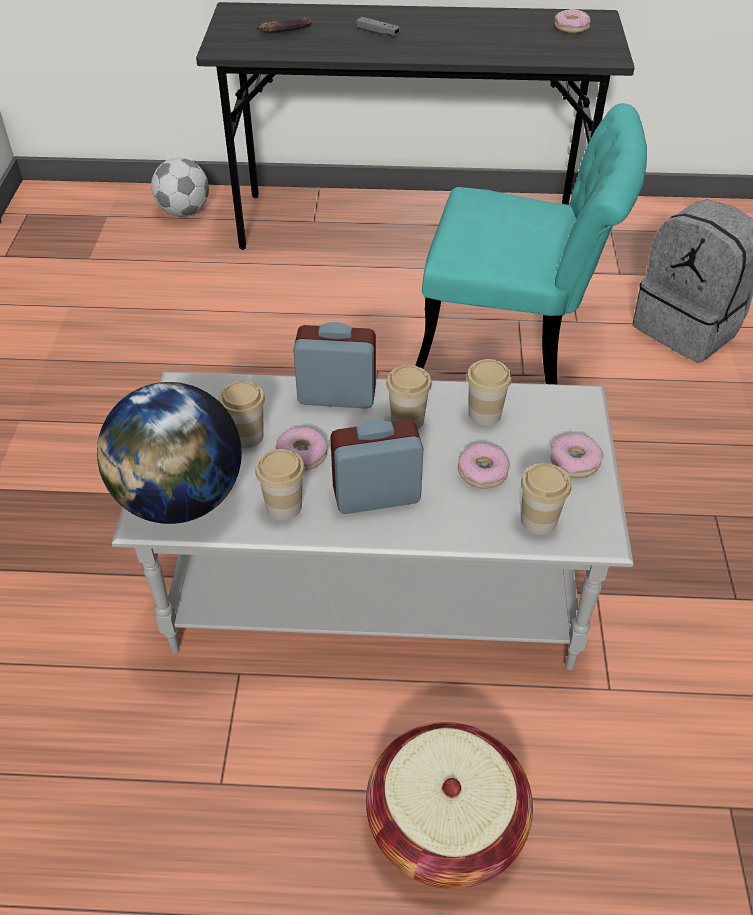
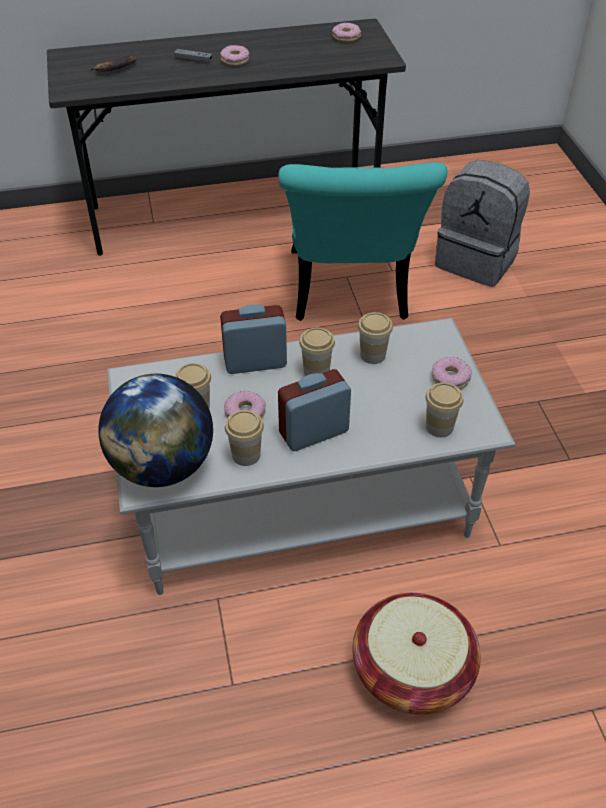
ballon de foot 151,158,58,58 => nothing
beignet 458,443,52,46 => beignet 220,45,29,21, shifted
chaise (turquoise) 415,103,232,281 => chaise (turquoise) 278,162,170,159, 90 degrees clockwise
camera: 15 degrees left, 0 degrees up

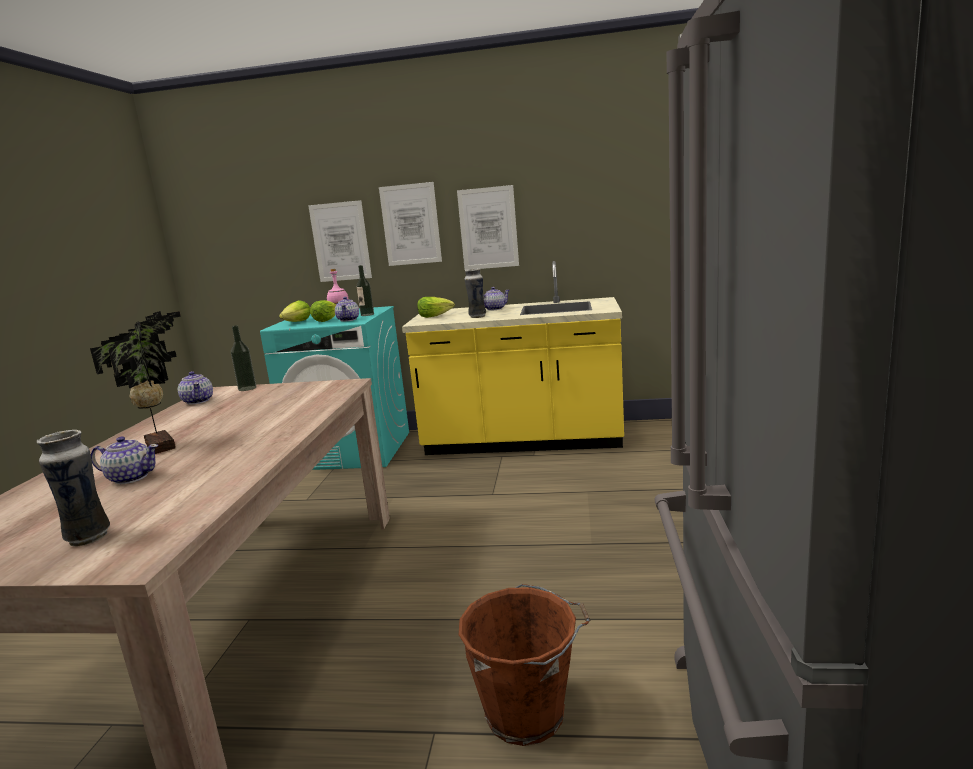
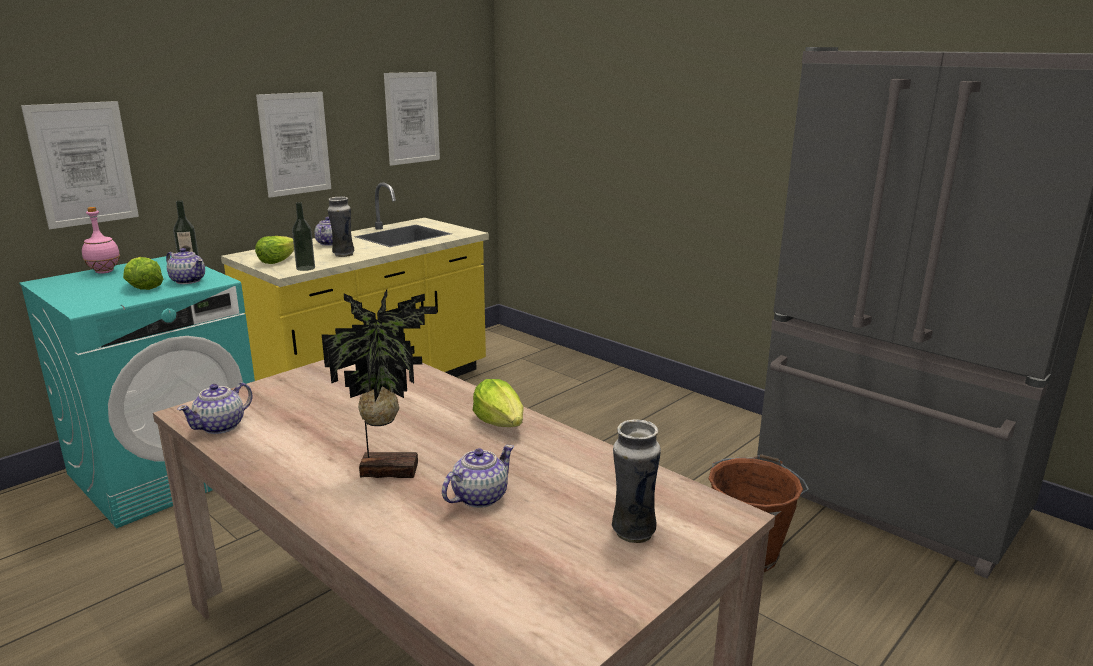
bouteille 231,325,25,66 => bouteille 292,202,23,69, shifted
laitue 279,300,31,22 => laitue 473,379,51,48, shifted
tableau 379,182,63,84 => tableau 384,72,56,94, shifted
théière 178,371,35,34 => théière 177,382,76,52, 120 degrees clockwise
camera: 55 degrees left, 5 degrees up

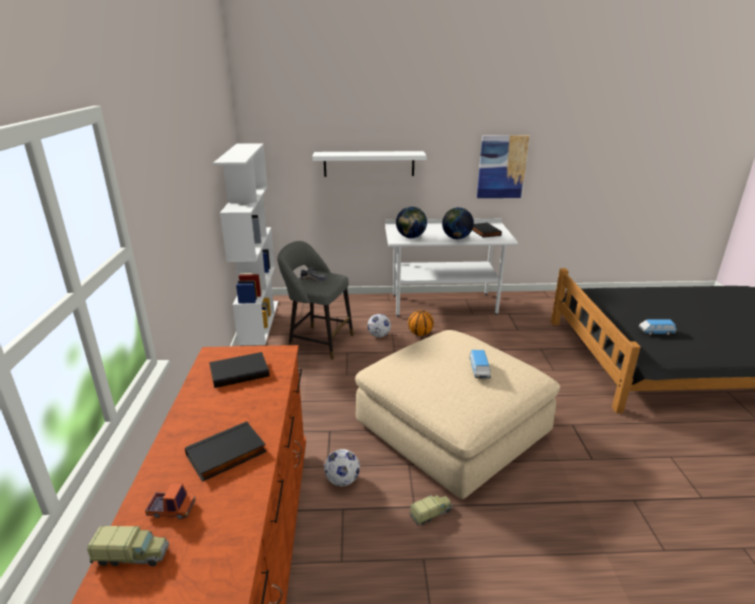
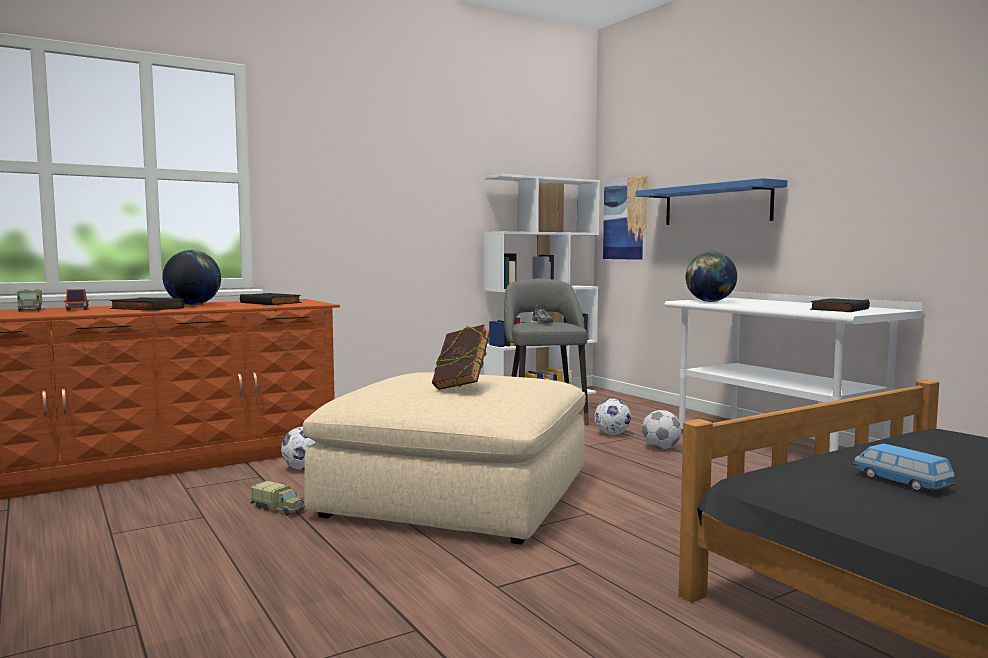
globe 442,207,32,32 => globe 162,250,59,55, shifted
tableau 477,135,52,63 => tableau 603,176,45,84, shifted
ballon de basket 408,310,26,26 => ballon de foot 642,410,39,39
petite voiture 469,350,22,28 => livre 432,324,58,66
étagère (blanc) 312,151,115,26 => étagère (bleu) 636,178,151,47
camera: 60 degrees right, 20 degrees down

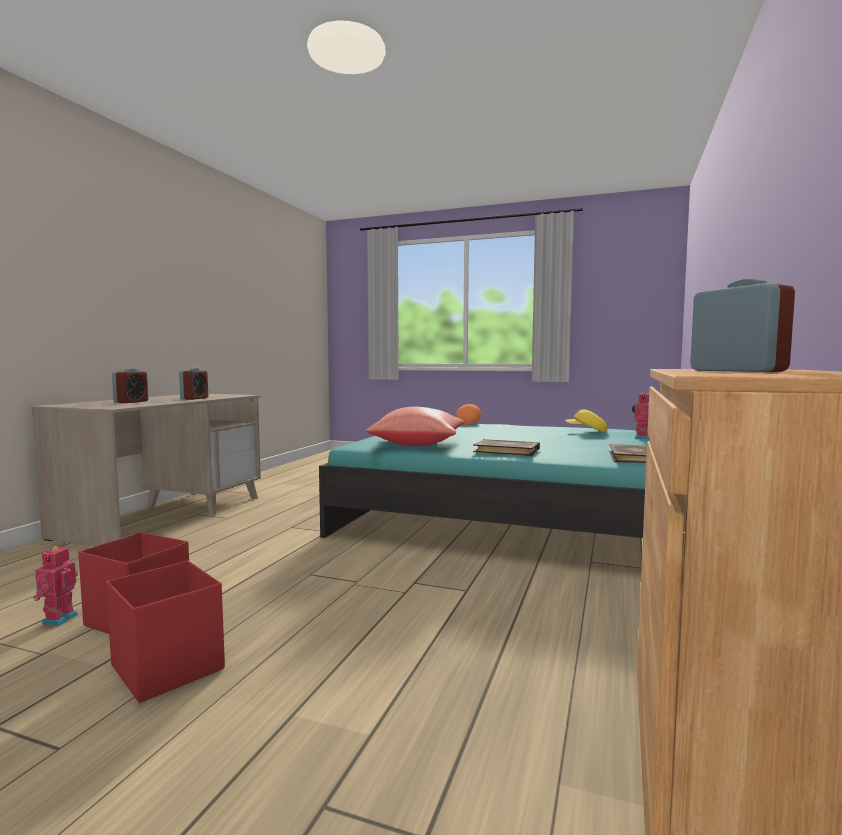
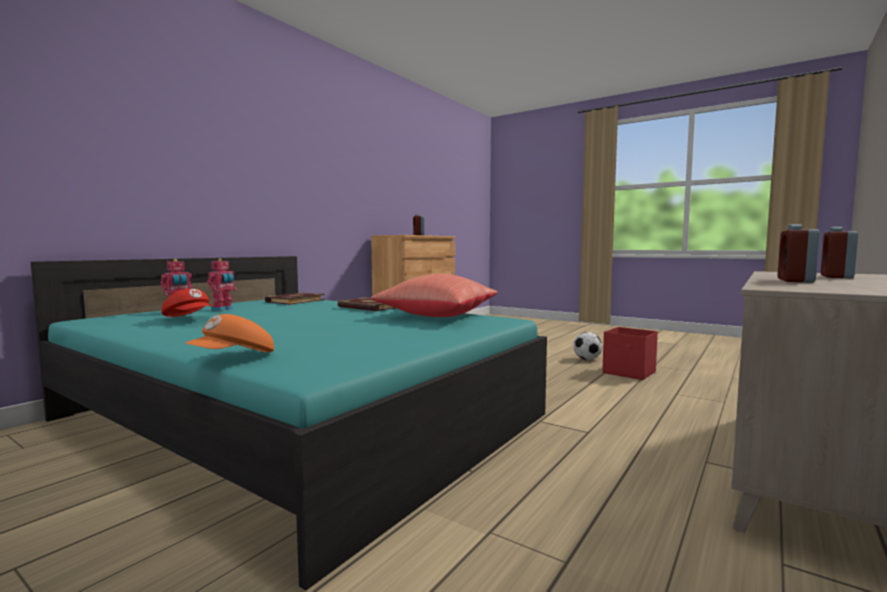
robot jouet 33,544,45,82 => robot jouet 207,258,30,53, shifted
boîte de rangement (rouge) 106,561,119,142 => ballon de foot 573,332,29,28
casquette (jaune) 565,409,42,23 => casquette (rouge) 162,289,51,28
camera: 165 degrees left, 0 degrees up

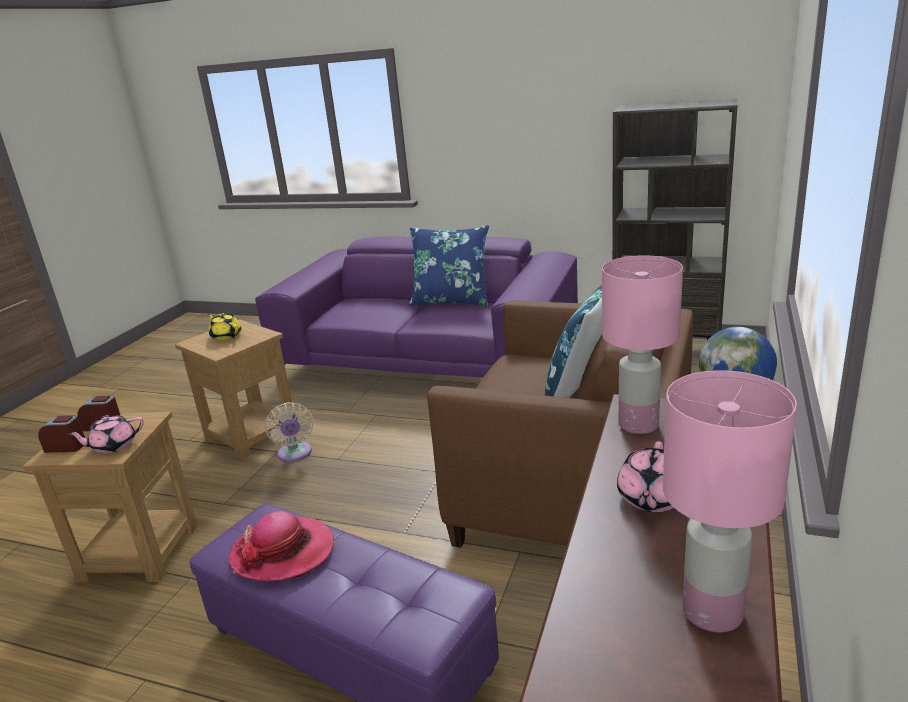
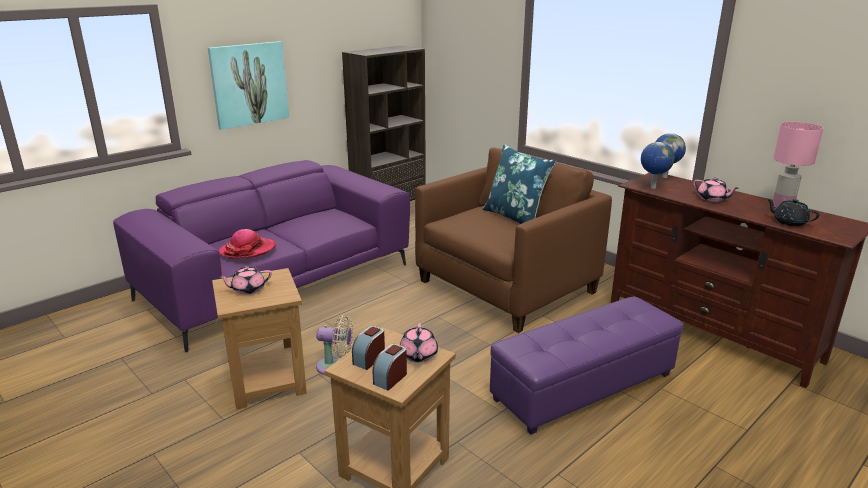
coussin (bleu) 409,225,80,81 => nothing
nothing => tableau 208,41,81,89
nothing => théière (noir) 766,198,54,28
chapeau 228,511,106,70 => chapeau 218,229,58,30, shifted
lampe de table (rose) 602,255,81,179 => globe 641,142,34,47
théière (jaune) 207,313,34,28 => théière (rose) 218,266,54,29
camera: 65 degrees left, 0 degrees up

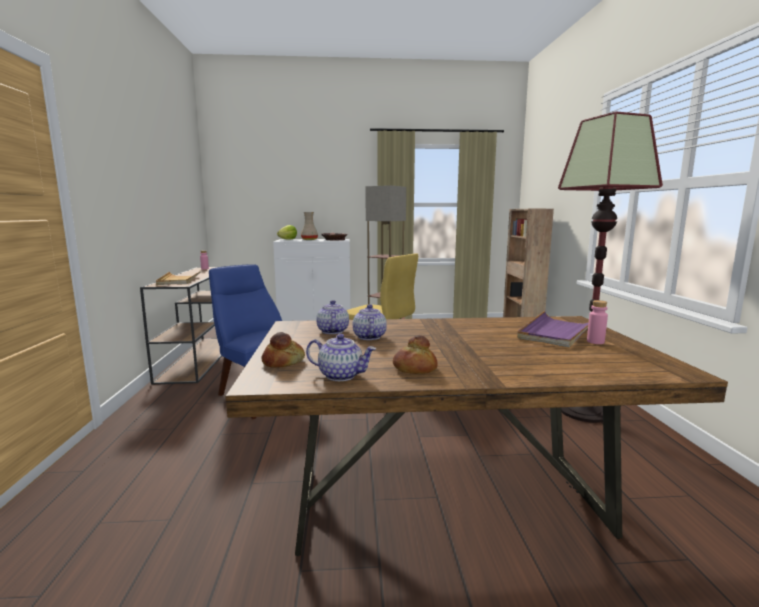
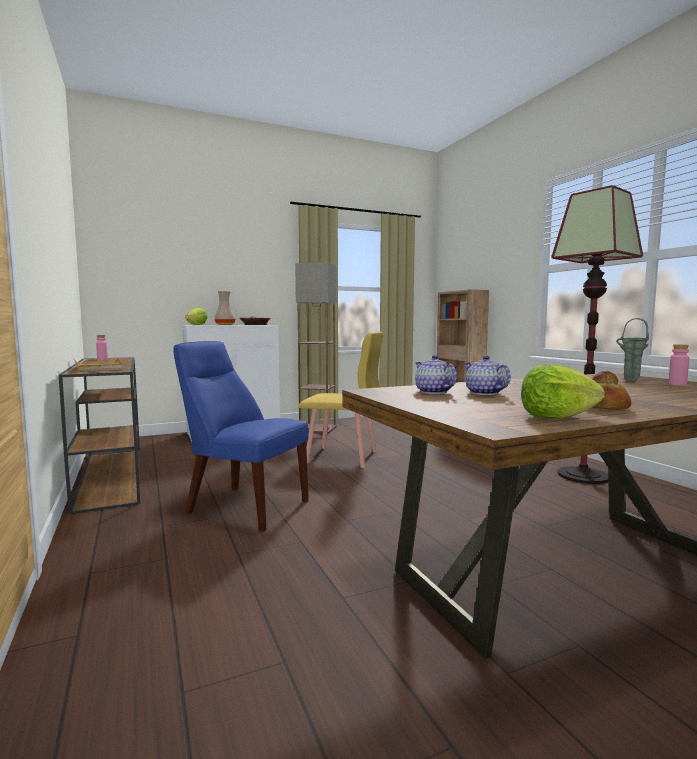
pain 262,332,43,35 => nothing
théière 306,334,70,47 => laitue 521,364,84,55
plateau (violet) 517,311,71,37 => vase (vert) 616,318,33,64
camera: 20 degrees left, 5 degrees down

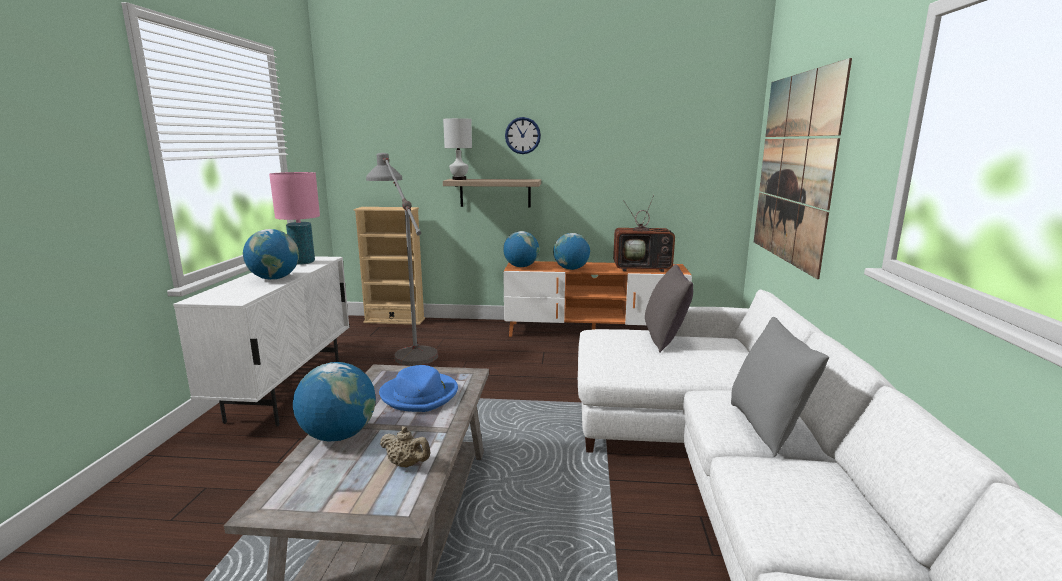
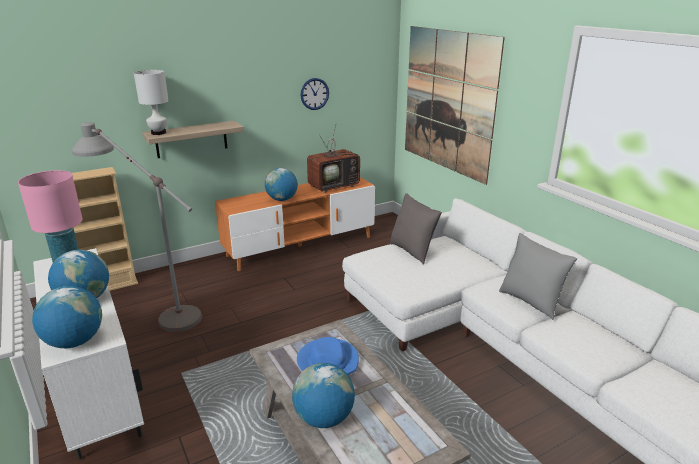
théière (beige) 380,426,50,41 => nothing
globe 503,231,36,36 => globe 32,286,70,62, shifted
horloge murale 505,117,36,37 => horloge murale 301,78,28,32, shifted
camera: 35 degrees left, 10 degrees up

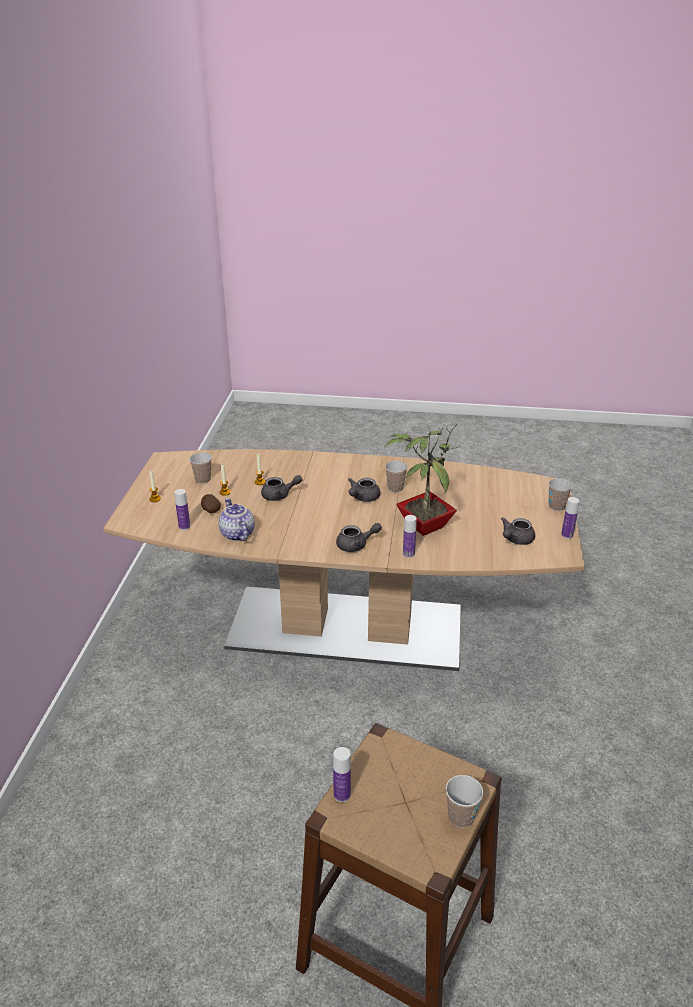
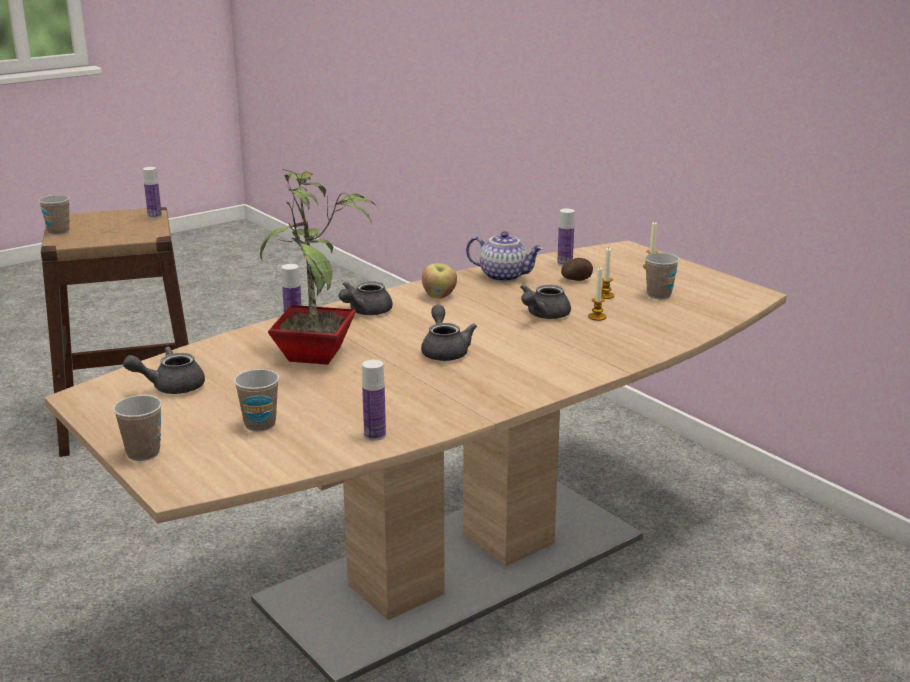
nothing => pomme 422,263,35,35
tasse 385,461,23,31 => tasse 234,369,45,63, shifted
bouteille 561,497,18,42 => bouteille 362,360,24,81, shifted
théière (gris) 501,517,34,28 => théière (gris) 123,347,82,47, 105 degrees counterclockwise
camera: 135 degrees right, 10 degrees down

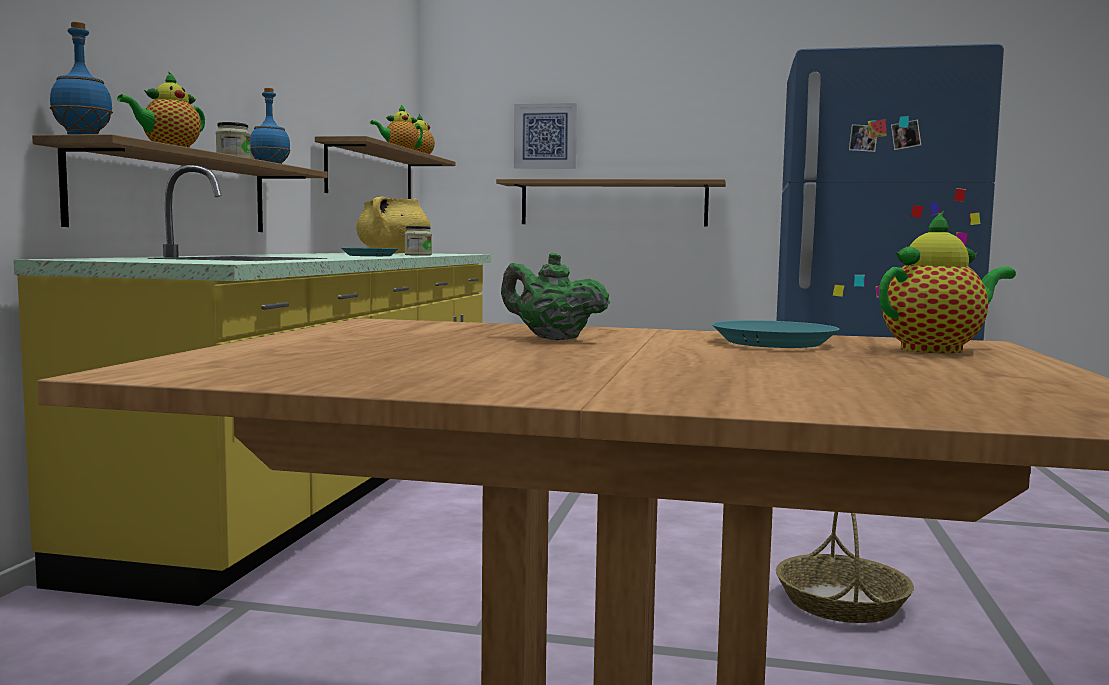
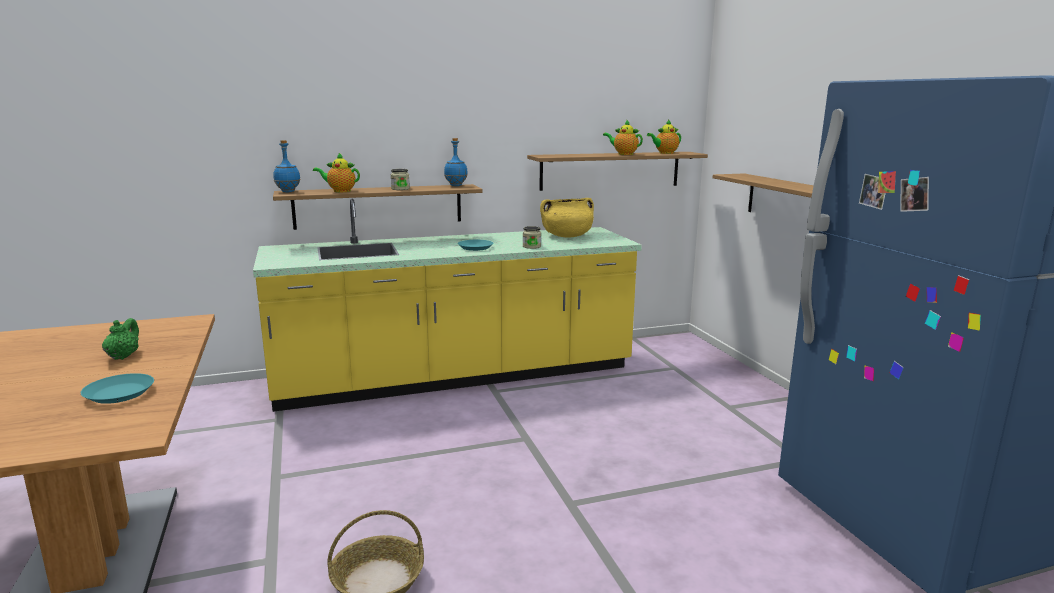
tableau 514,103,63,65 => nothing
théière 879,211,137,142 => nothing
camera: 60 degrees right, 10 degrees up

